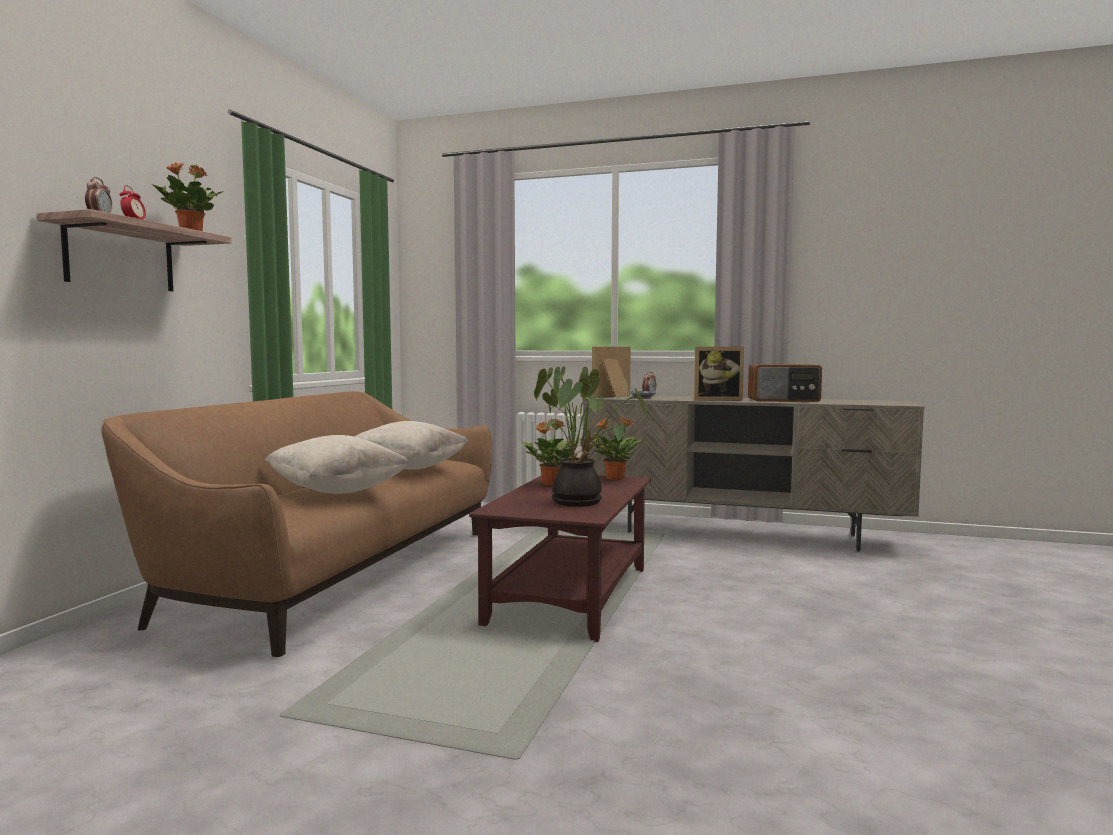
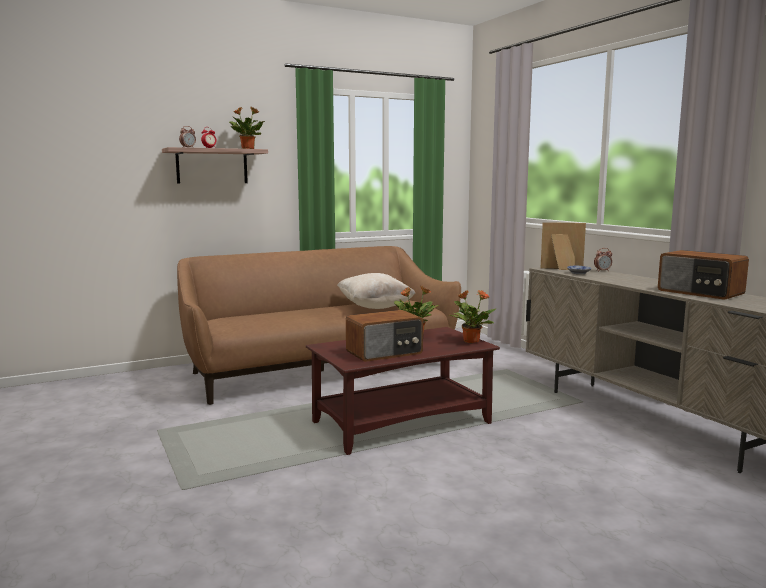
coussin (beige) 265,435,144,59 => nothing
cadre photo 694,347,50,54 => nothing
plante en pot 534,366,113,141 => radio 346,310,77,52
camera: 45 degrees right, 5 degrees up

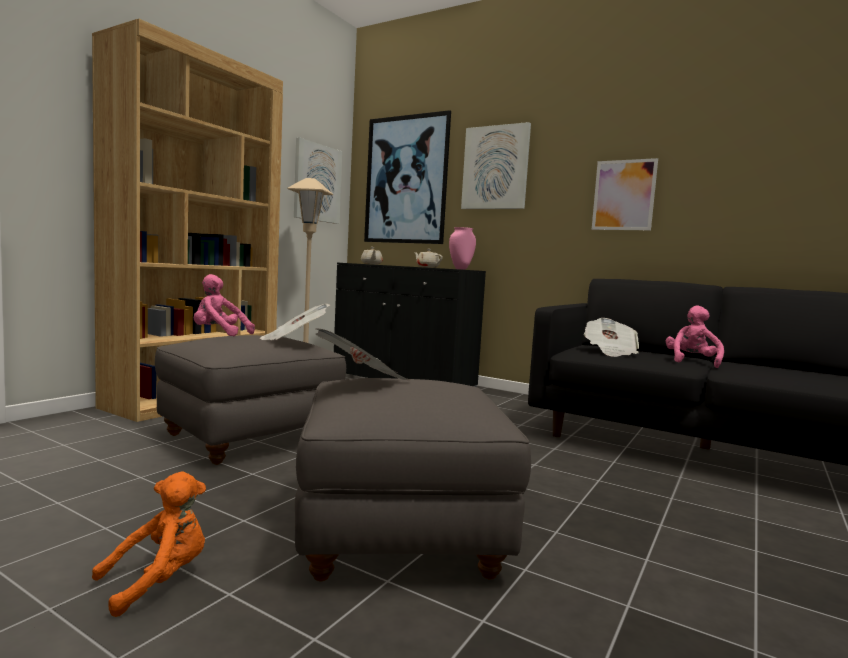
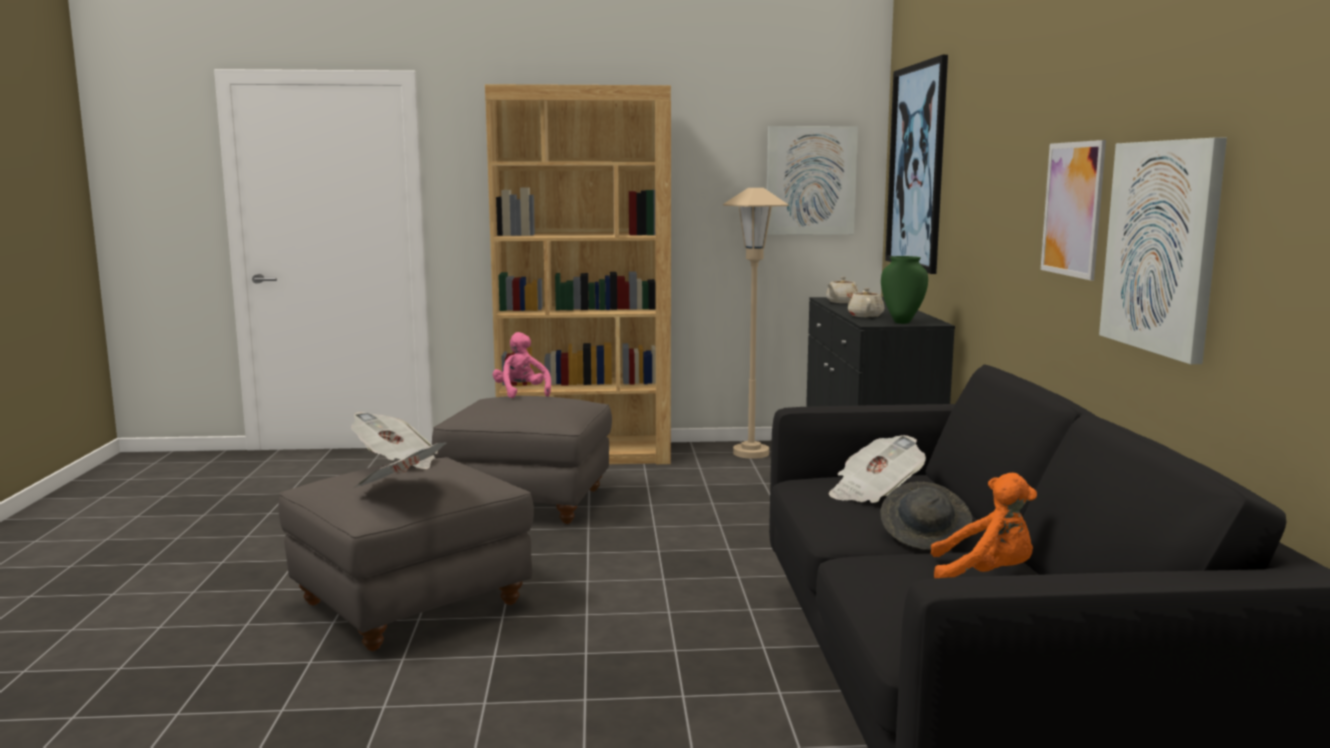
peluche (orange) 92,472,114,145 => peluche (orange) 931,473,106,105, shifted
journal 260,304,70,36 => journal 353,442,93,46, shifted
tableau 461,122,70,87 => tableau 1099,138,128,226, shifted
peluche (rose) 666,305,58,63 => chapeau (gris) 881,482,91,68
vase (rose) 449,227,27,43 => vase (vert) 881,256,47,68
camera: 55 degrees right, 5 degrees up

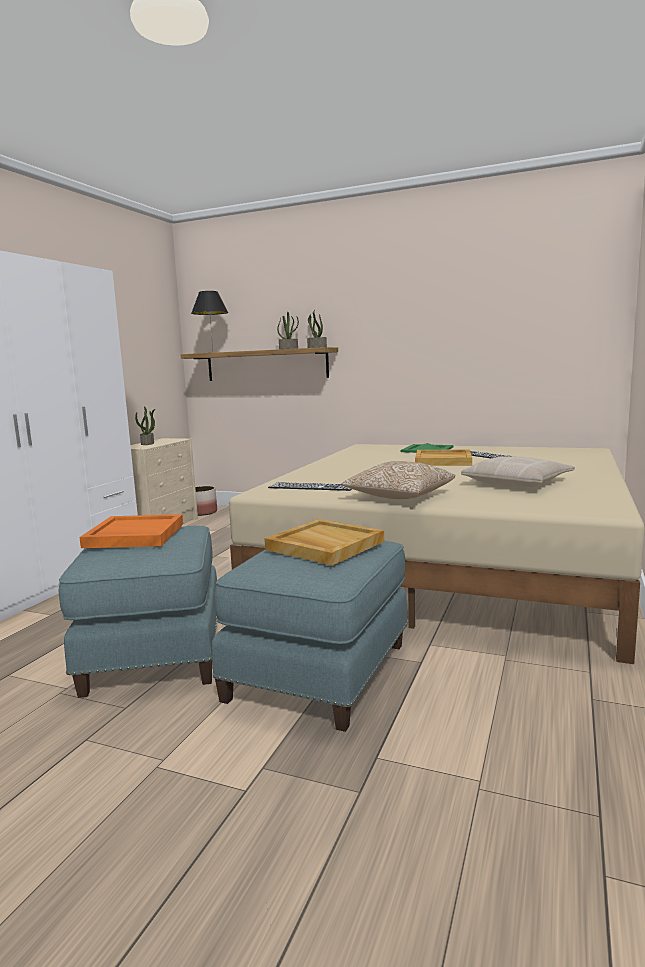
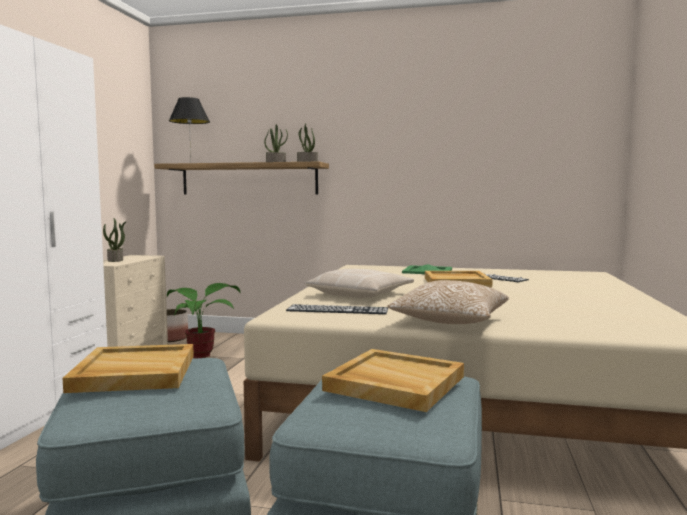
nothing => plante en pot 167,283,74,75
coussin (beige) 461,457,114,30 => coussin (beige) 306,269,108,29, shifted
plateau (orange) 79,514,104,34 => plateau (beige) 63,344,131,49
camera: 10 degrees left, 5 degrees down

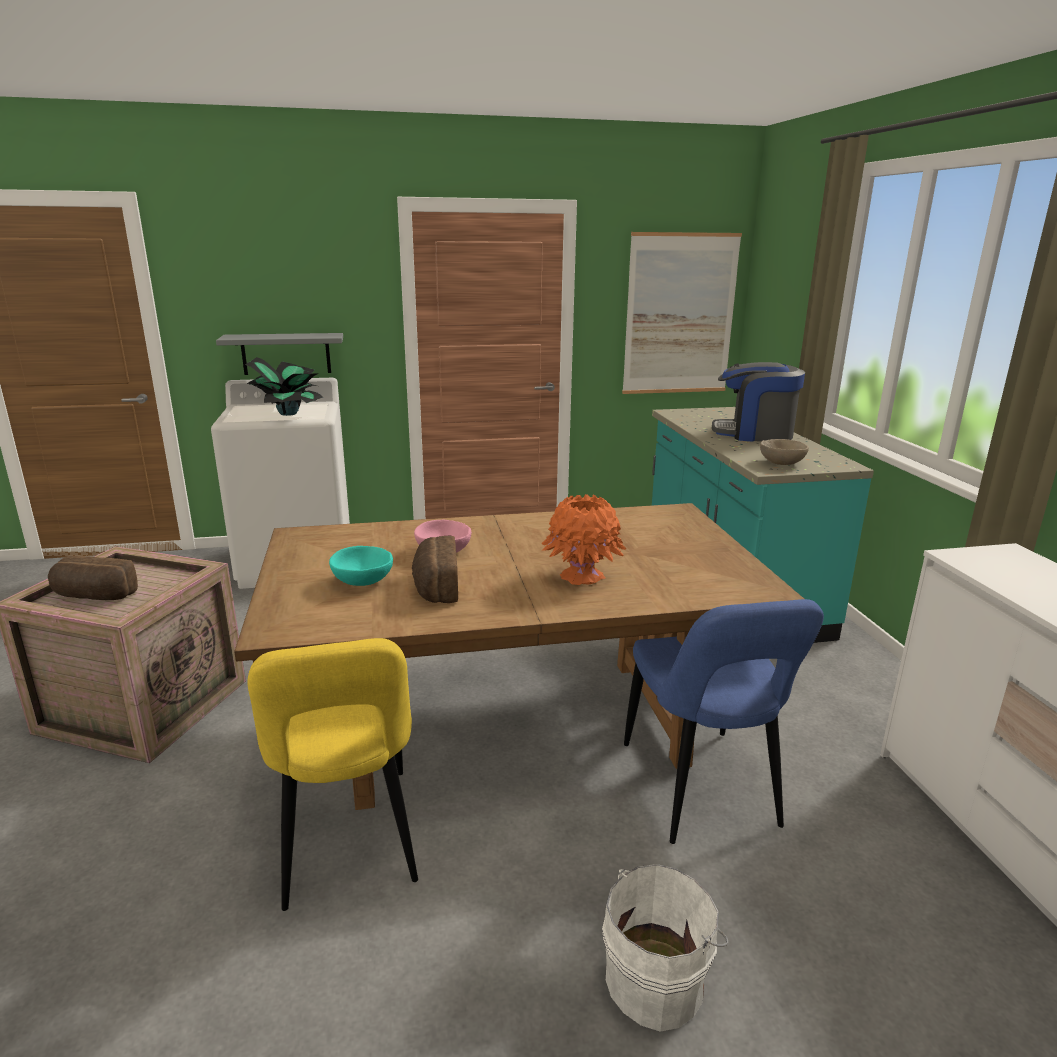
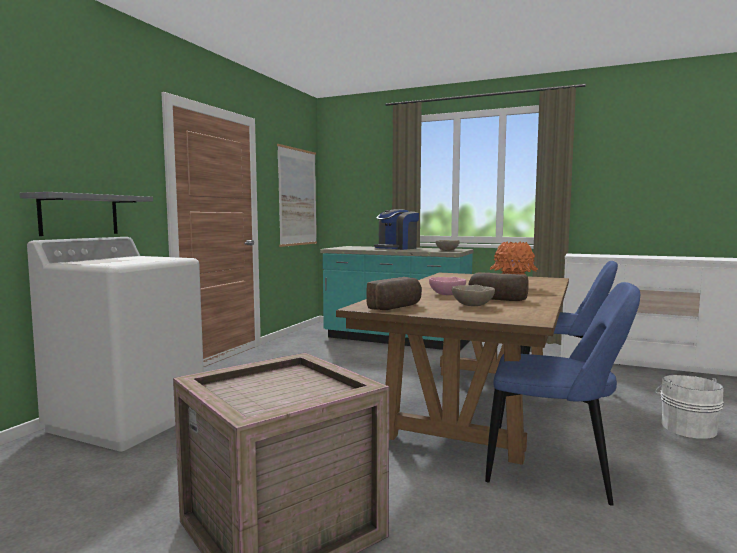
plante en pot 245,357,78,59 => nothing
pain 48,556,90,44 => pain 366,277,56,33, shifted
chaise (jaune) 247,638,171,273 => chaise (bleu) 485,282,155,224
bol (turquoise) 329,546,64,40 => bol (beige) 452,285,43,21
camera: 55 degrees left, 15 degrees down

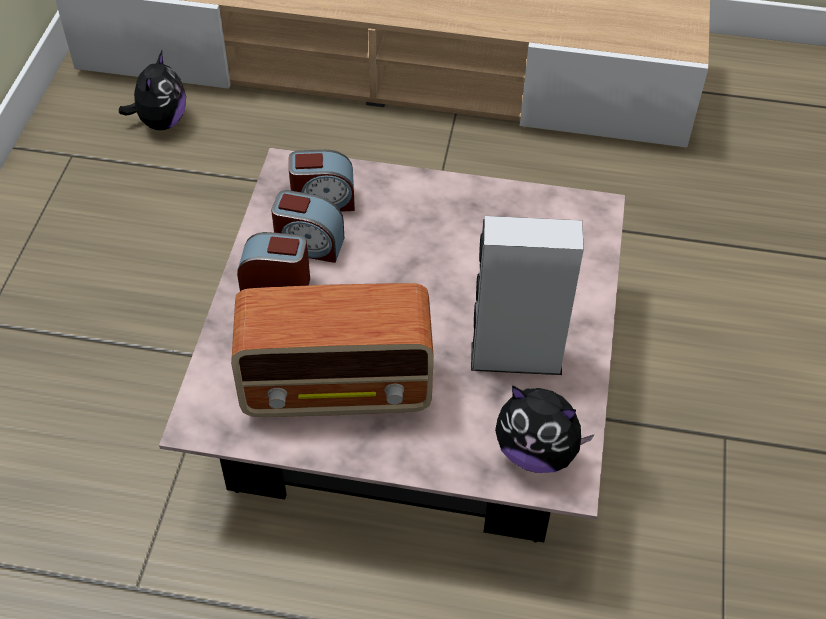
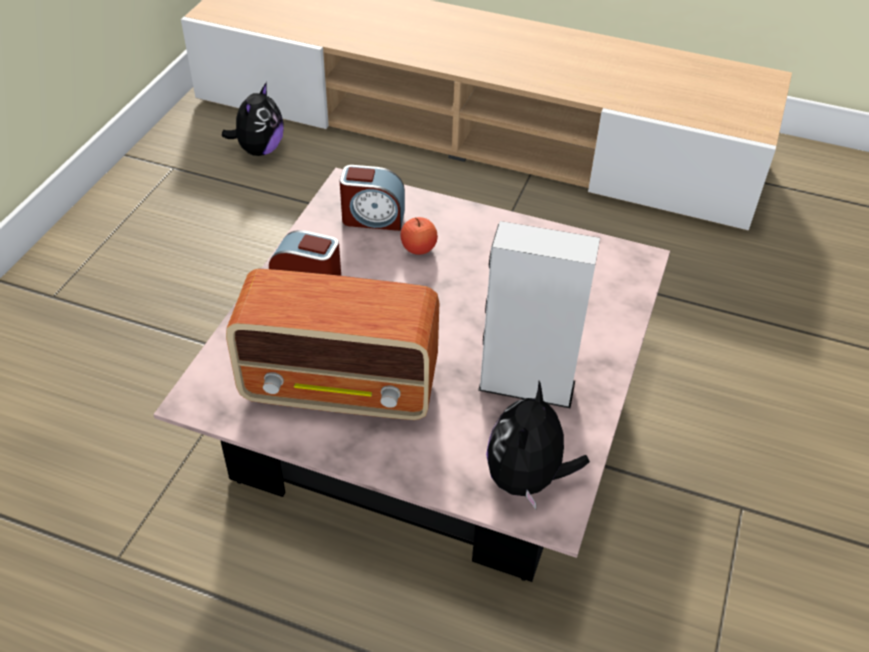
réveil 271,190,73,73 => nothing
nothing => pomme 400,217,38,38
peluche 495,385,100,88 => peluche 486,381,104,128, 75 degrees clockwise
camera: 10 degrees right, 5 degrees down

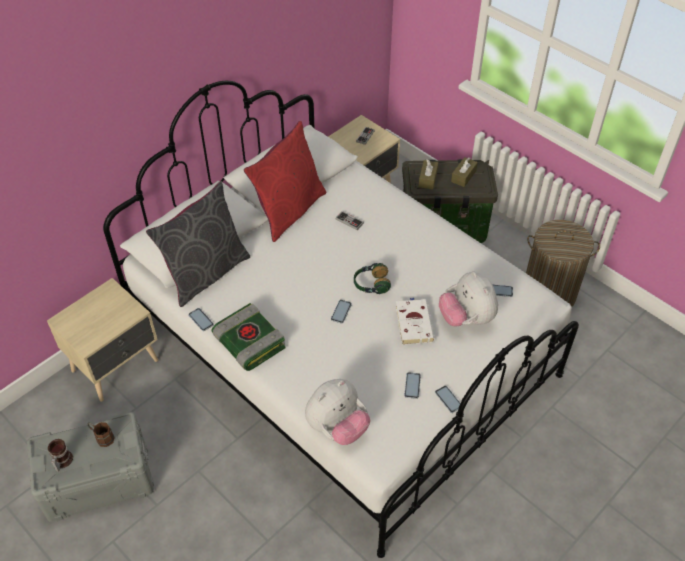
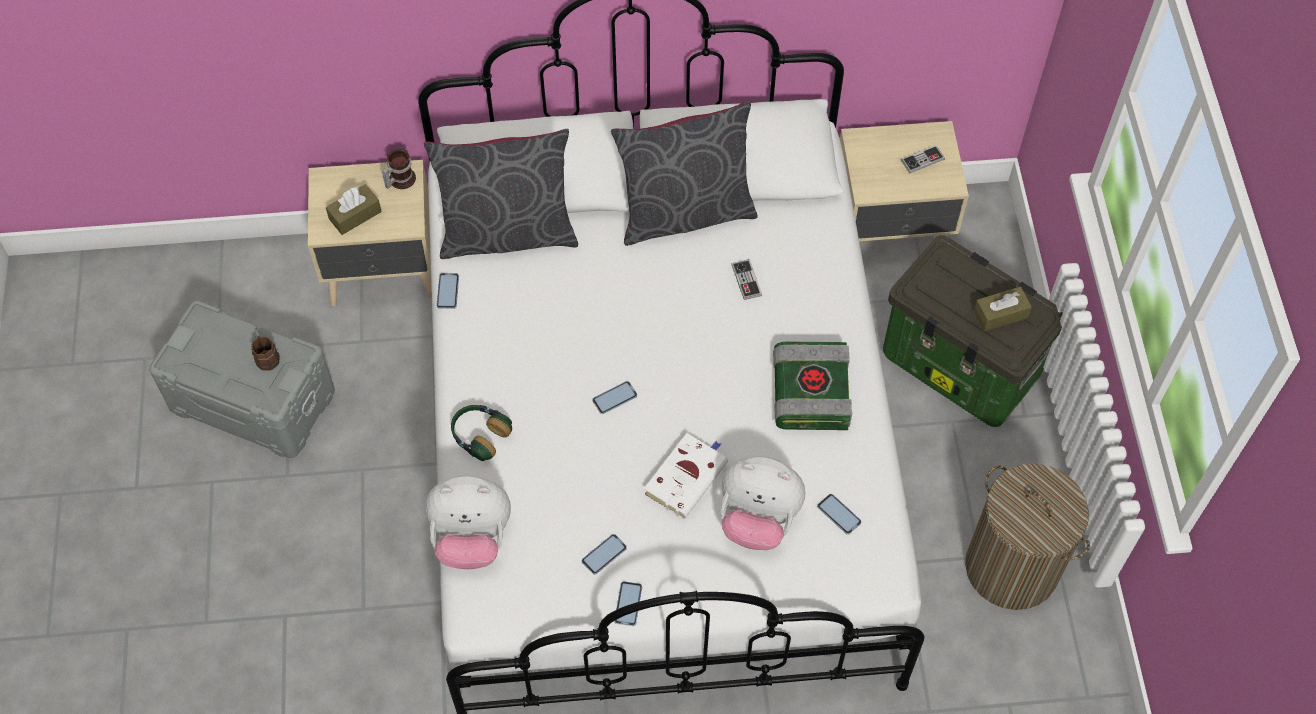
mug 48,439,25,33 => mug 382,149,34,40, shifted
livre 212,303,74,68 => livre 773,341,79,89, shifted
casque audio 354,263,37,31 => casque audio 451,405,61,56, shifted
boîte à mouchoirs (marron) 419,160,19,30 => boîte à mouchoirs (marron) 326,184,56,51, shifted
coussin (rouge) 244,121,82,121 => coussin (gris) 611,101,147,145
peluche 439,271,59,56 => peluche 721,456,84,94, 90 degrees counterclockwise
camera: 40 degrees right, 10 degrees up

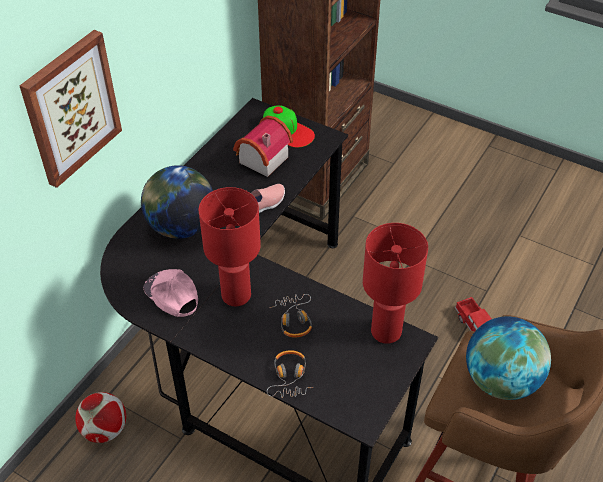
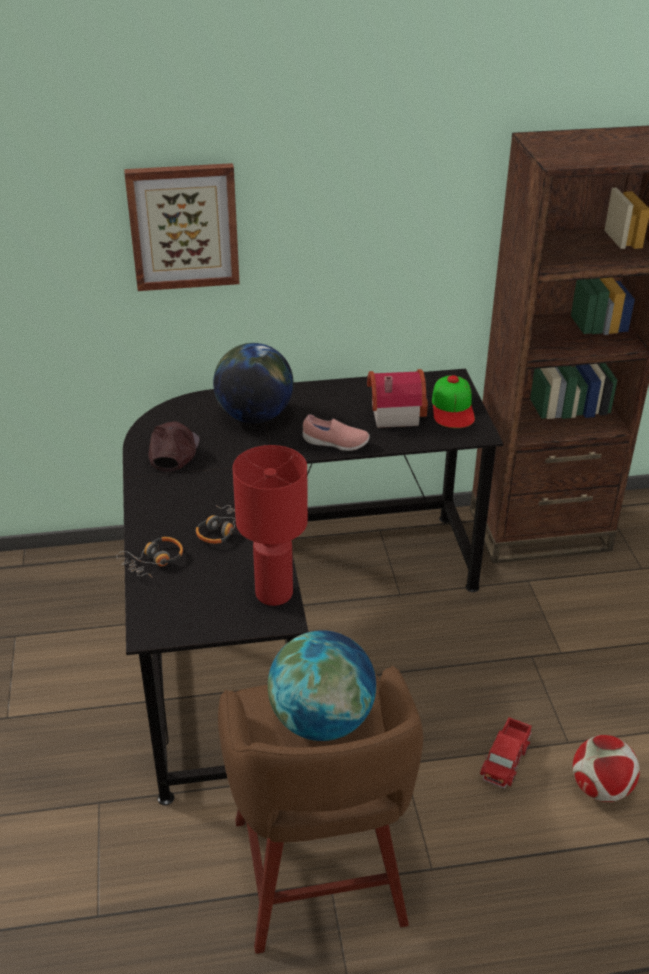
lampe de table (rouge) 199,187,62,119 => nothing
ballon de foot 75,392,51,51 => ballon de foot 573,735,67,67, shifted
casquette (rose) 143,269,55,48 => casquette (marron) 148,421,52,51
camera: 50 degrees right, 10 degrees down

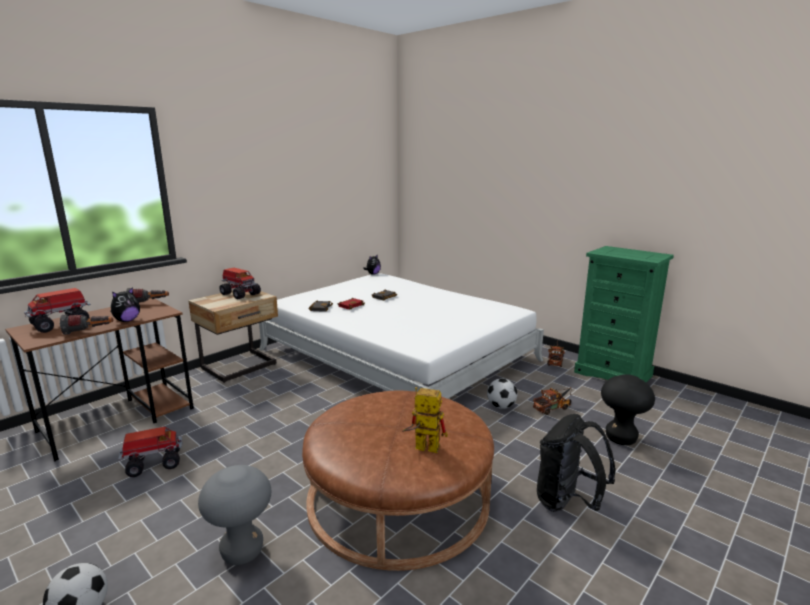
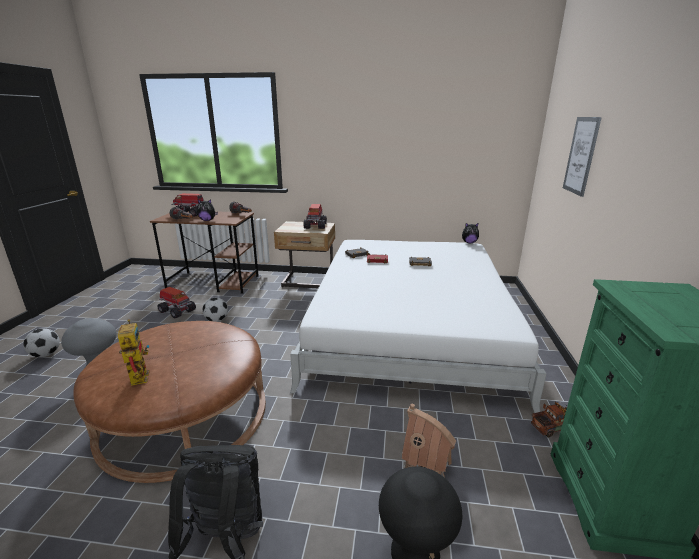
nothing => tableau 563,117,39,80
ballon de foot 487,378,30,31 => ballon de foot 202,298,26,24, shifted
camion jouet 533,387,39,28 => maison miniature 402,404,54,73
camera: 55 degrees right, 5 degrees up

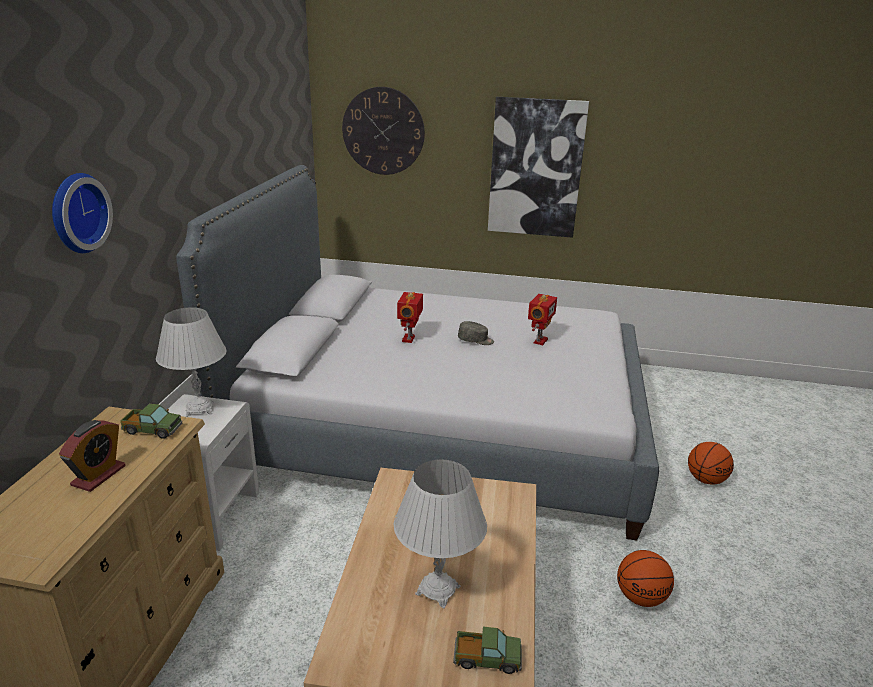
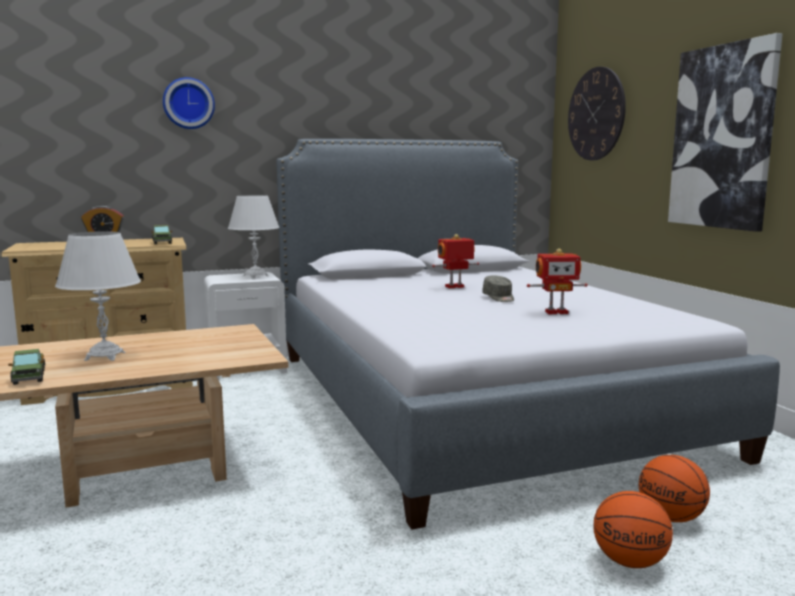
ballon de basket 617,550,57,57 => ballon de basket 639,455,71,67, shifted
camera: 60 degrees right, 15 degrees down

